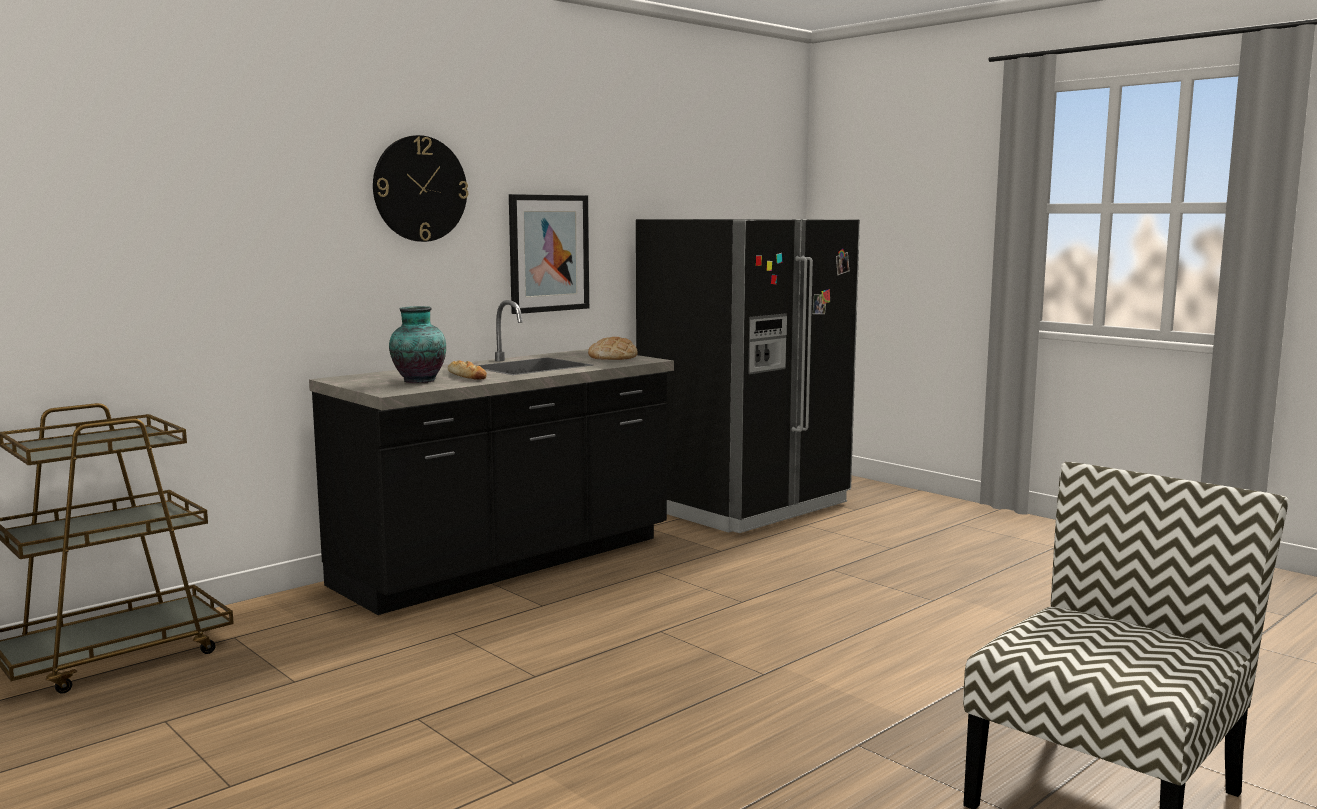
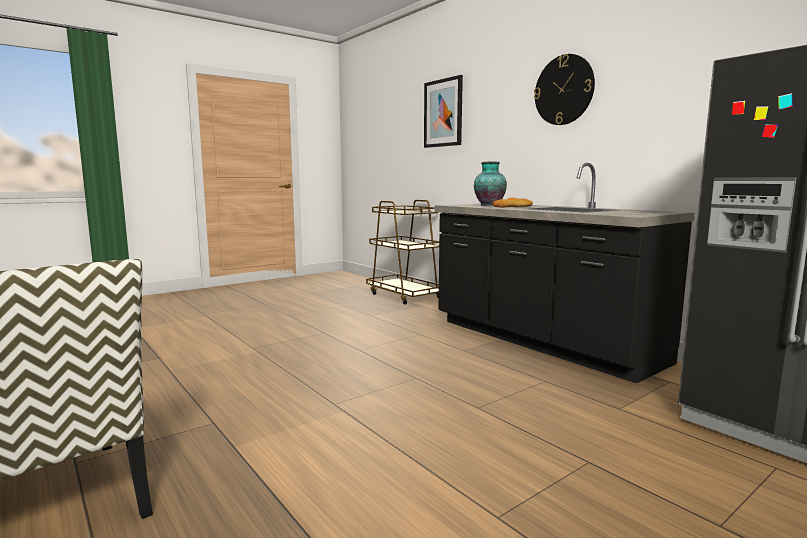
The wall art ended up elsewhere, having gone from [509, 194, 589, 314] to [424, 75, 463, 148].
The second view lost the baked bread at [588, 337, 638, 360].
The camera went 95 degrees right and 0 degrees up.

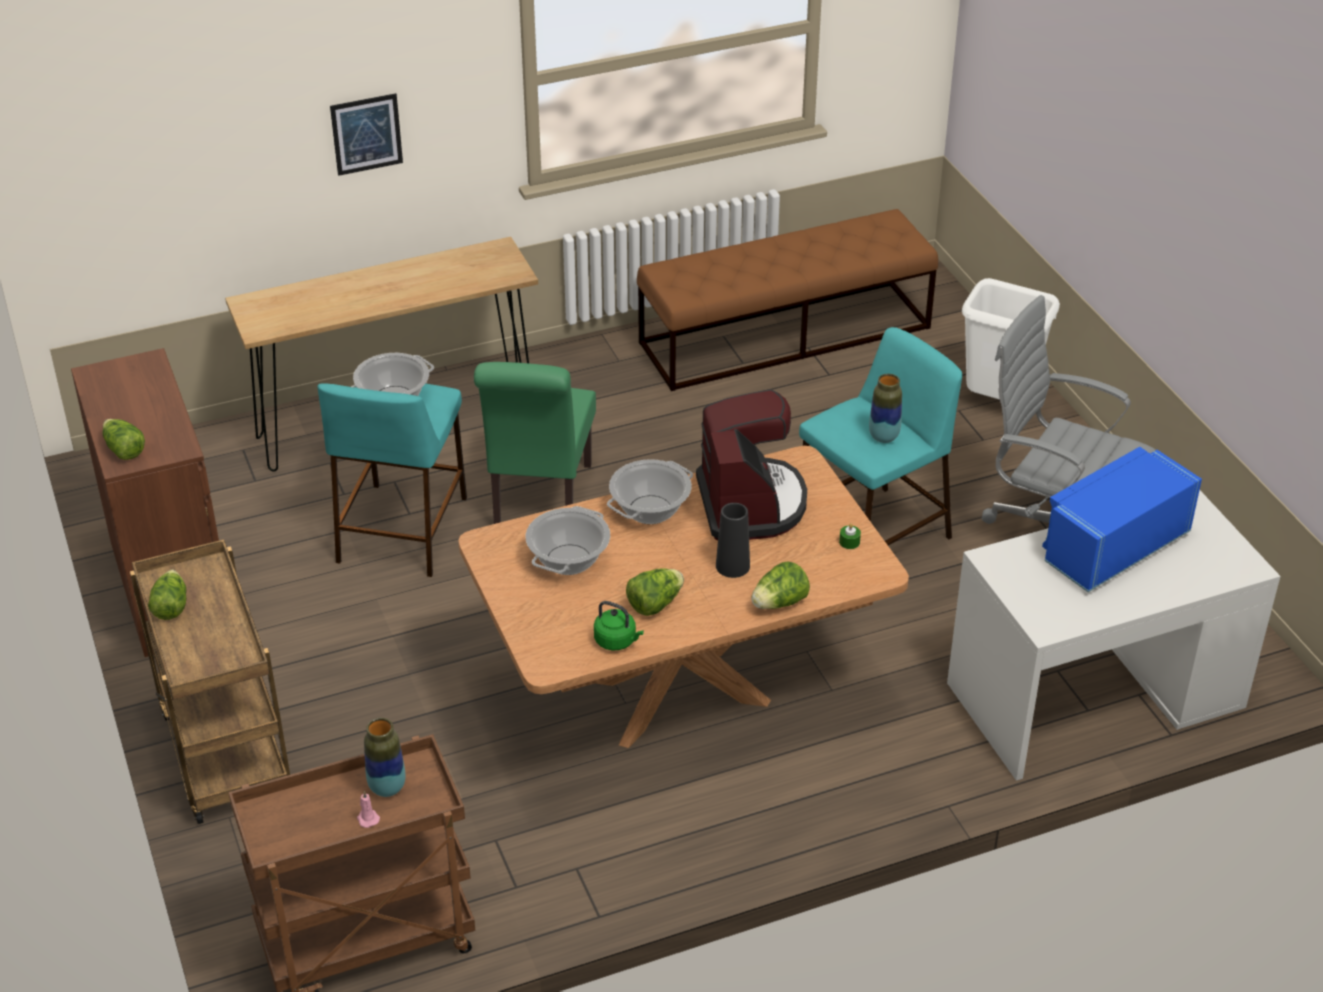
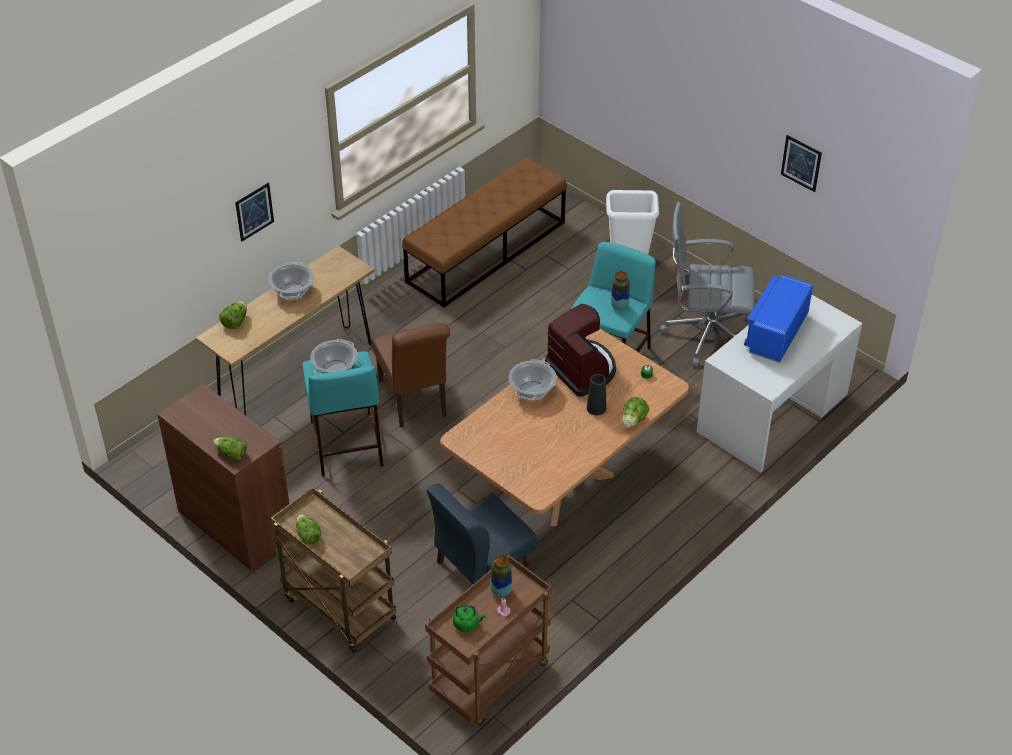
What was the green plain chair at [474, 362, 596, 524] turned into the brownish plain chair at [372, 323, 450, 427].
The saucepot ended up elsewhere, having gone from [526, 506, 610, 575] to [268, 262, 314, 299].
The green kettle ended up elsewhere, having gone from [594, 601, 644, 650] to [453, 605, 486, 632].
The lettuce ended up elsewhere, having gone from [626, 568, 684, 616] to [219, 301, 247, 329].
The second view gained the blue plain chair at [427, 483, 537, 584].
The second view gained the wall art at [781, 135, 822, 192].
The camera went 25 degrees left and 5 degrees up.

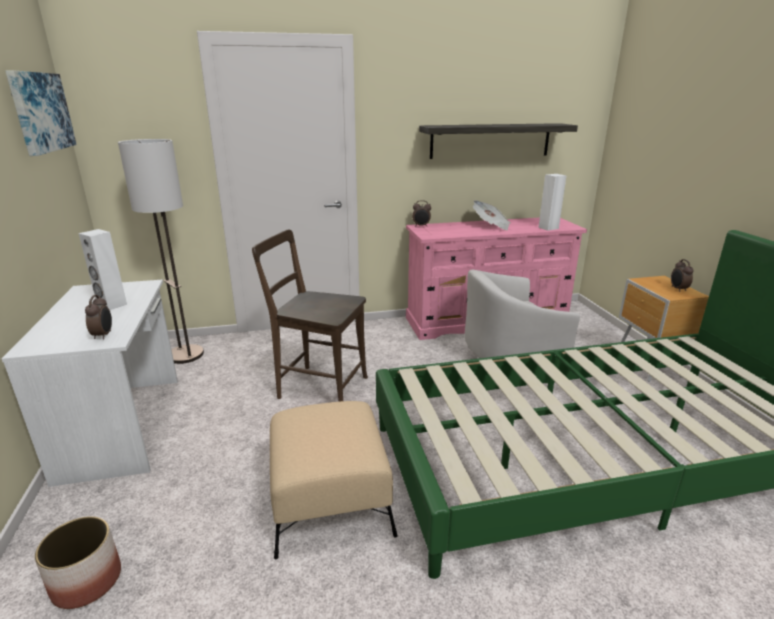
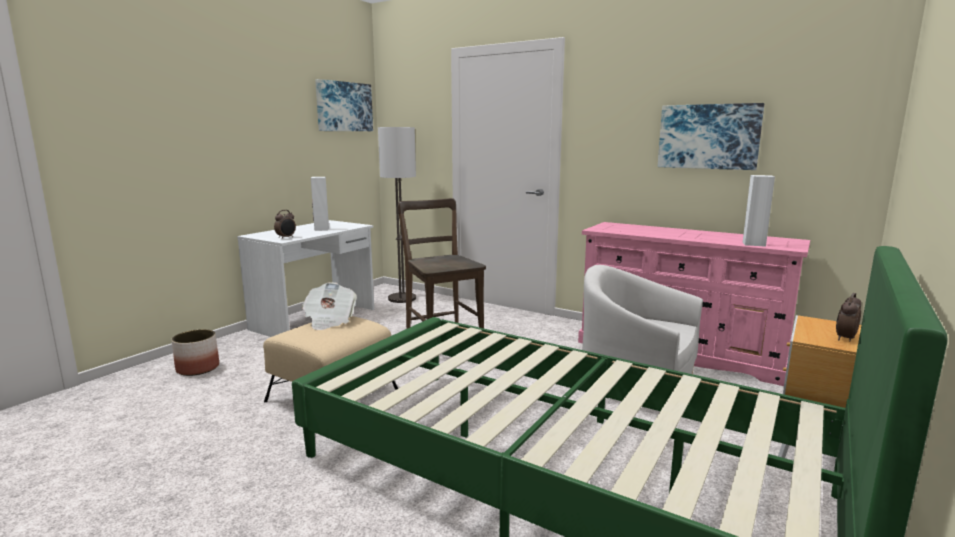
The second view lost the alarm clock at [412, 200, 431, 227].
Where the wall shelf hung at [419, 123, 578, 159], the wall art came to hang at [658, 103, 764, 170].
The printed paper ended up elsewhere, having gone from [473, 200, 511, 230] to [302, 282, 357, 330].
The camera went 45 degrees right and 10 degrees down.

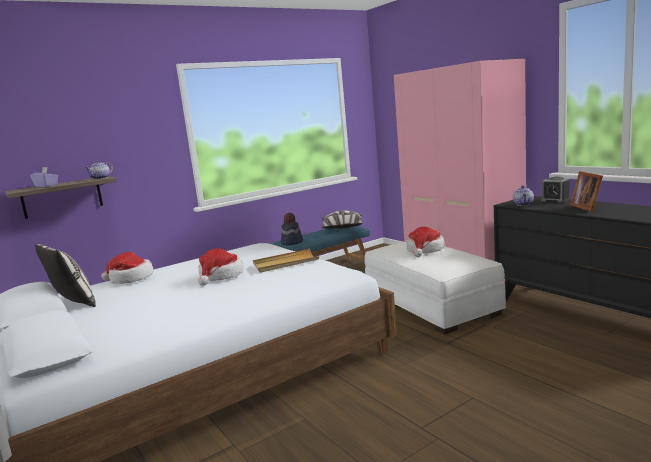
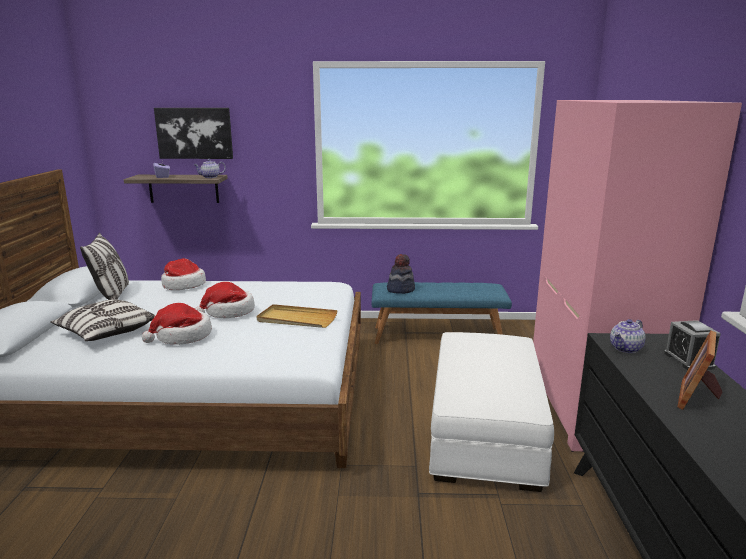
The pillow ended up elsewhere, having gone from [321, 211, 363, 229] to [50, 299, 156, 341].
The wearable hat ended up elsewhere, having gone from [407, 227, 445, 257] to [142, 303, 212, 345].
The second view gained the wall art at [154, 108, 233, 159].
The camera went 35 degrees right and 5 degrees up.

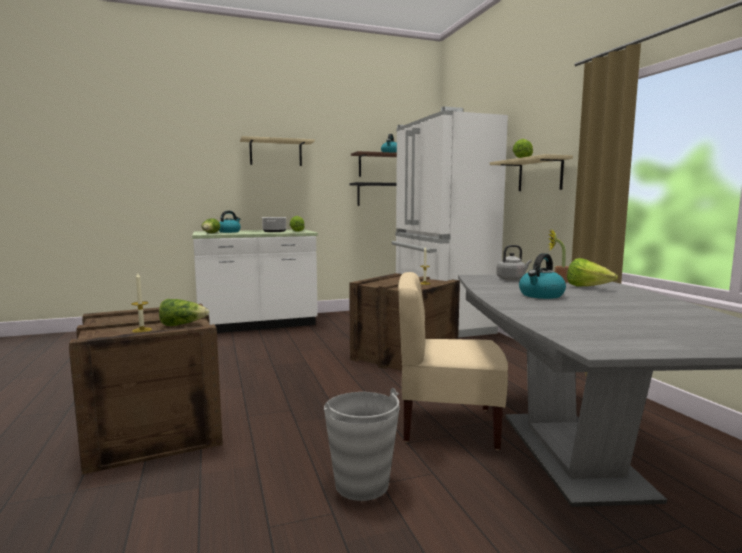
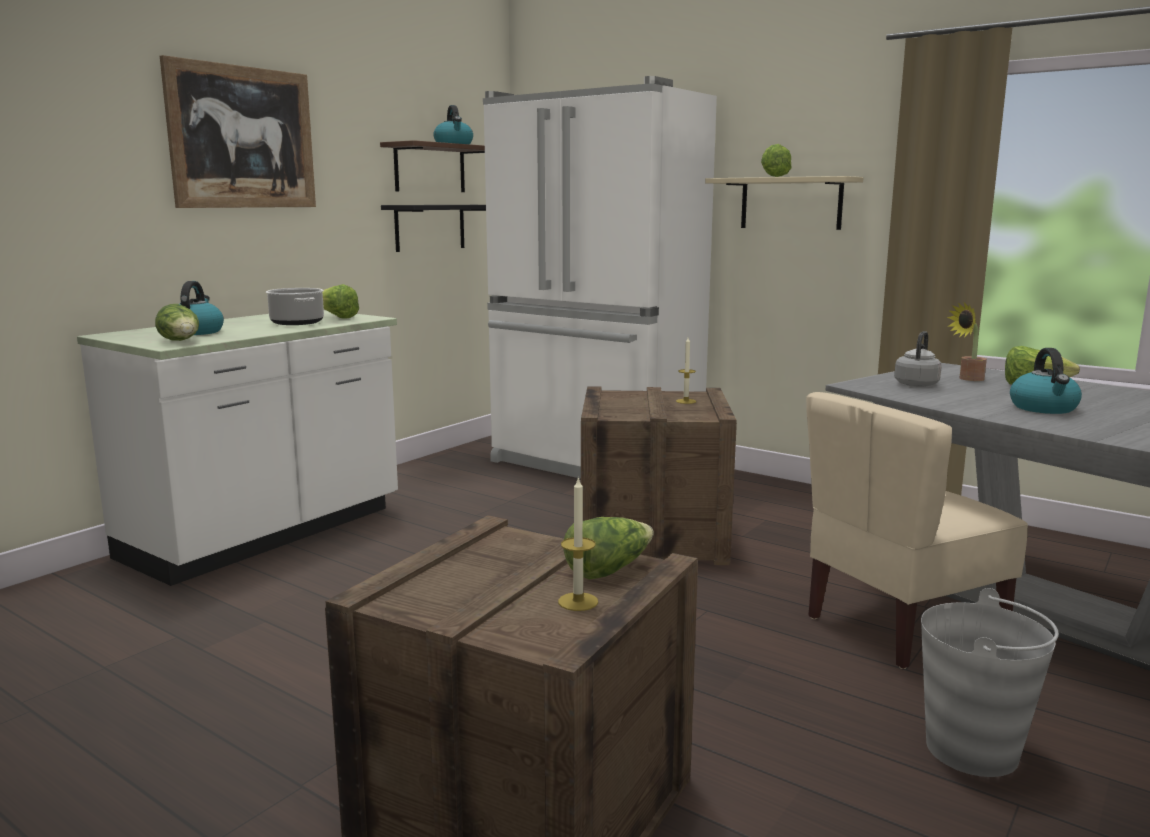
Where the sand-coloured wall shelf hung at [240, 136, 315, 166], the wall art came to hang at [160, 55, 316, 208].
The camera went 35 degrees left and 5 degrees up.

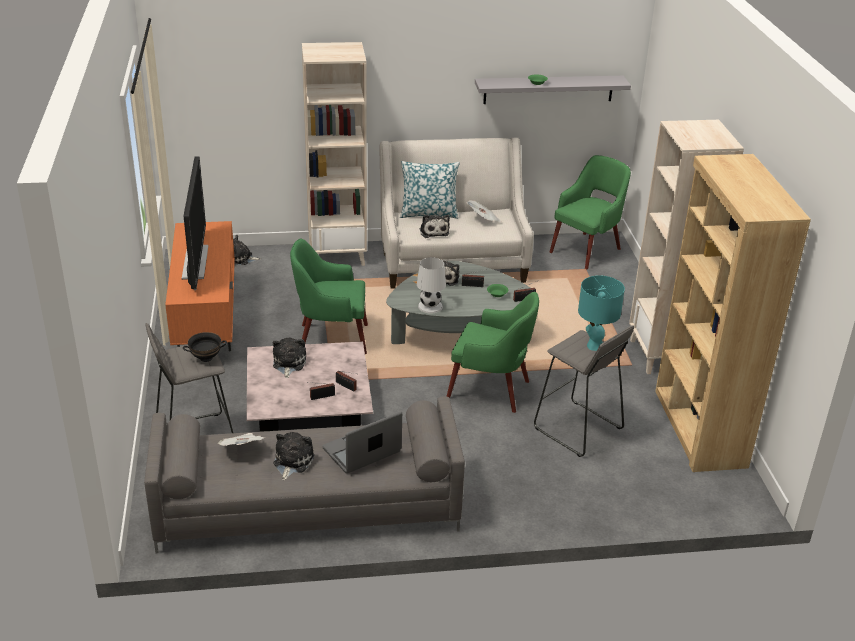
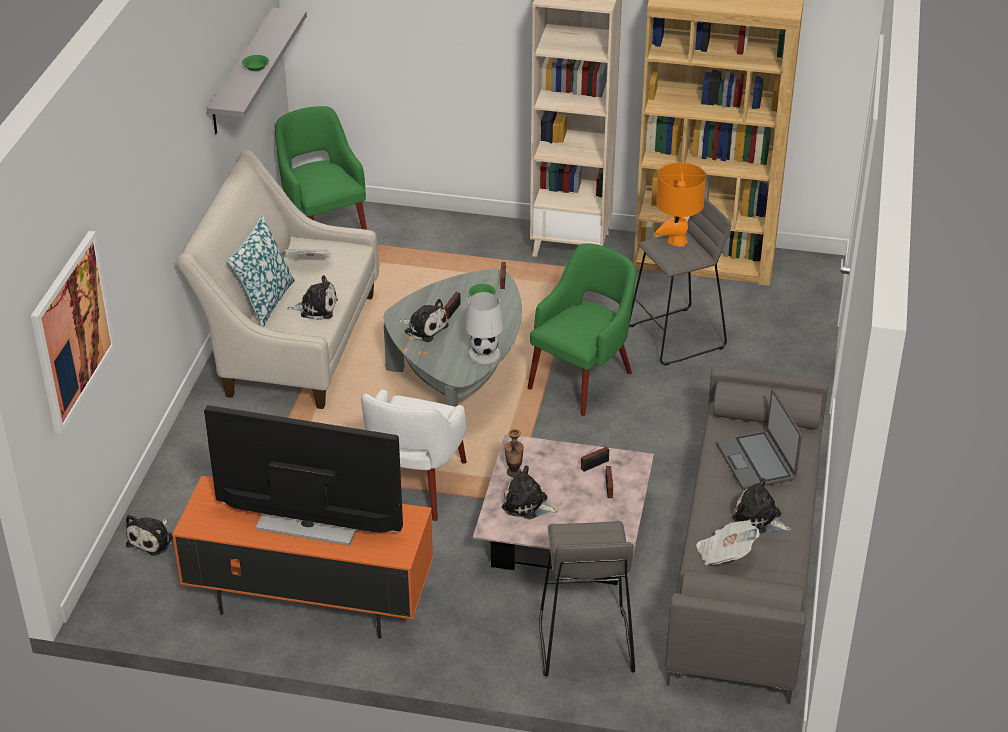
The second view lost the black-coloured bowl at [183, 332, 227, 362].
What was the green easy chair at [290, 239, 368, 354] turned into the white-coloured easy chair at [361, 389, 467, 521].
The second view lost the sand-coloured bookcase at [302, 42, 367, 266].
What was the turquoise-coloured table lamp at [578, 275, 625, 351] turned into the orange-coloured table lamp at [656, 162, 706, 247].
The second view gained the wall art at [31, 231, 115, 434].
The second view gained the vase at [505, 429, 524, 477].
The camera went 70 degrees left and 5 degrees up.

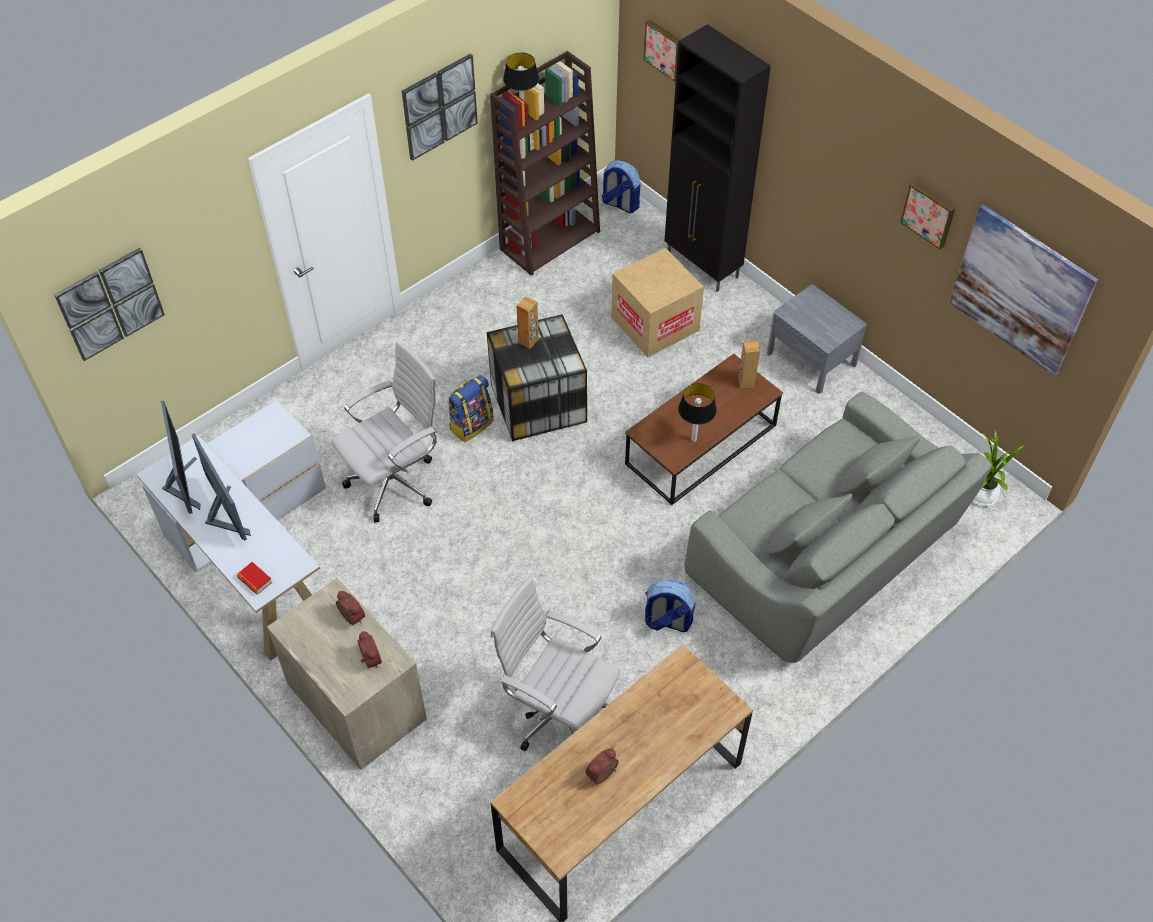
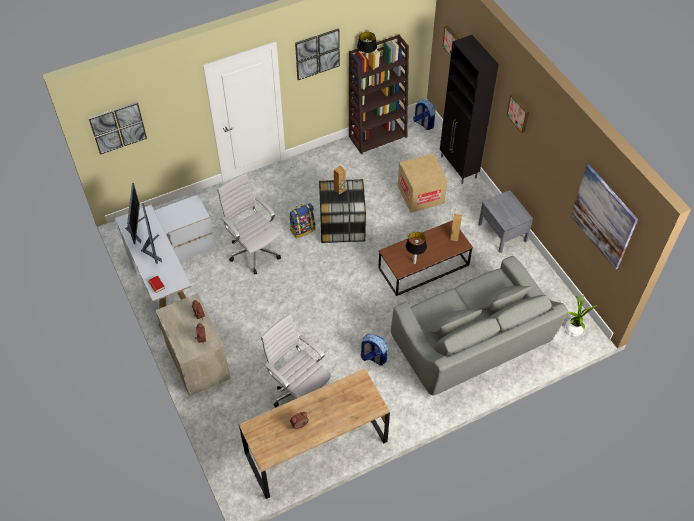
The white-coloured desk chair at [332, 340, 437, 522] ended up facing another way, 105 degrees counterclockwise from before.
The wall art ended up elsewhere, having gone from [900, 181, 955, 250] to [506, 94, 529, 133].
The camera went 15 degrees right and 0 degrees up.

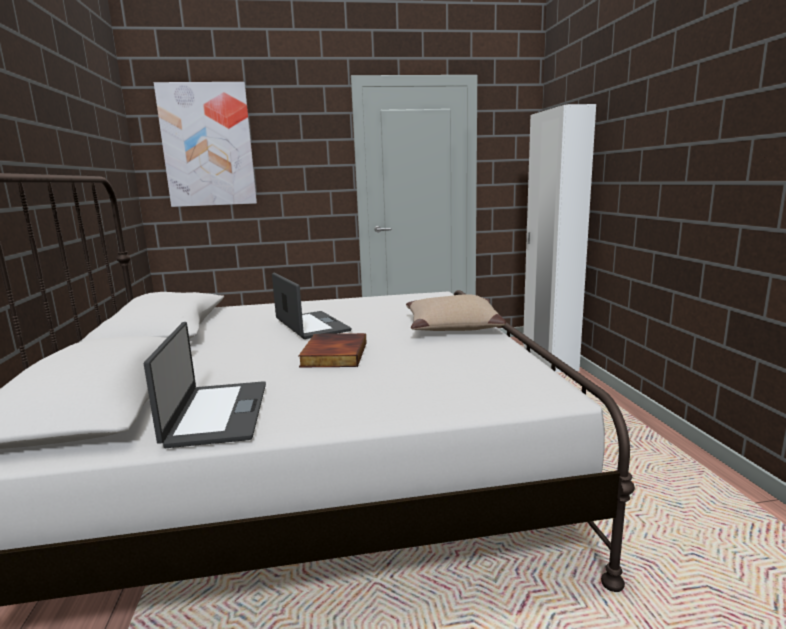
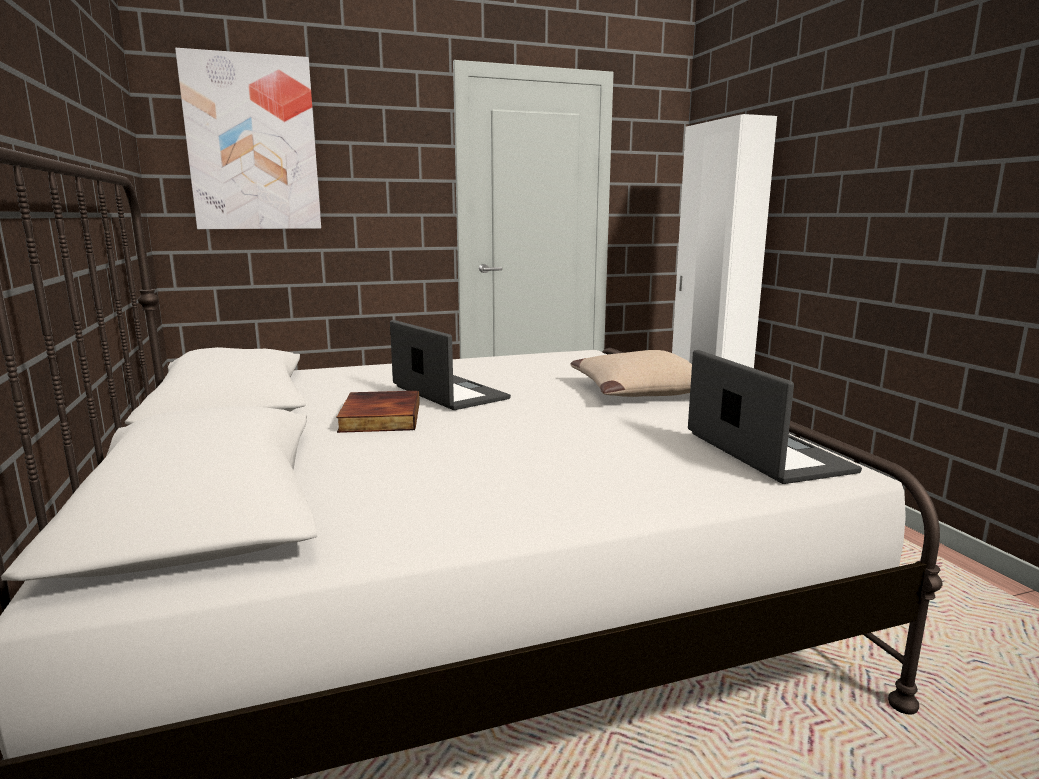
The portable computer ended up elsewhere, having gone from [144, 322, 266, 448] to [688, 350, 862, 484].
The volume ended up elsewhere, having gone from [298, 333, 367, 367] to [336, 391, 420, 433].
The camera went 10 degrees left and 0 degrees up.

